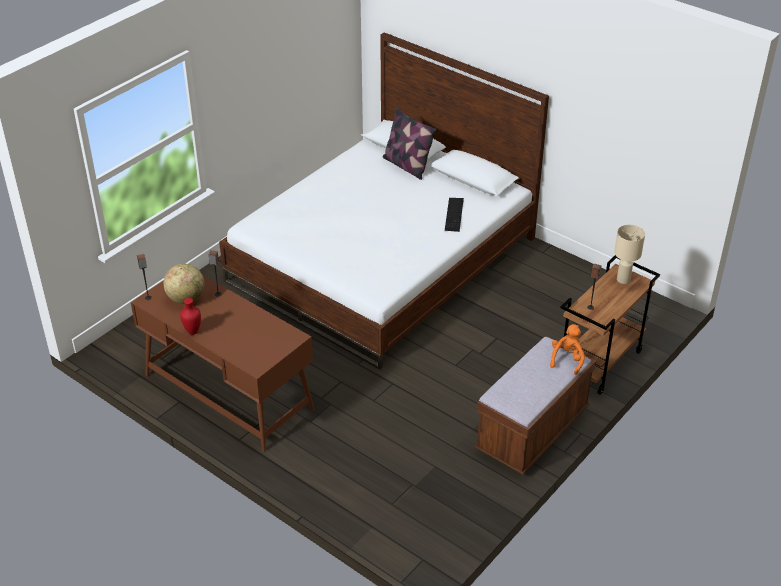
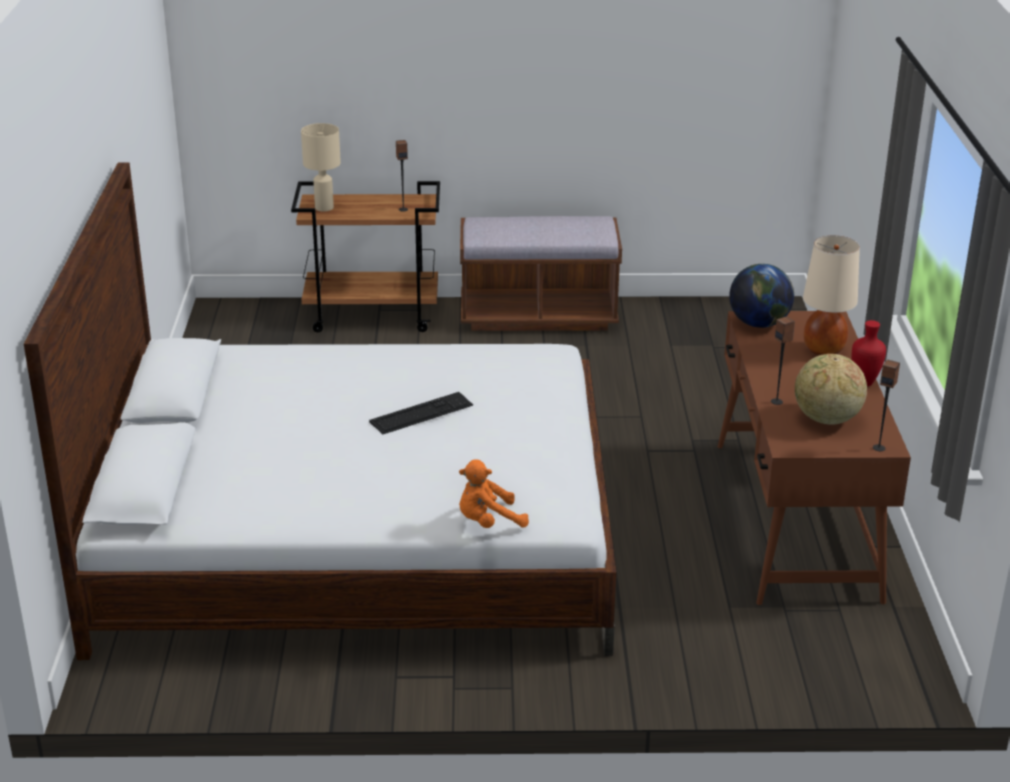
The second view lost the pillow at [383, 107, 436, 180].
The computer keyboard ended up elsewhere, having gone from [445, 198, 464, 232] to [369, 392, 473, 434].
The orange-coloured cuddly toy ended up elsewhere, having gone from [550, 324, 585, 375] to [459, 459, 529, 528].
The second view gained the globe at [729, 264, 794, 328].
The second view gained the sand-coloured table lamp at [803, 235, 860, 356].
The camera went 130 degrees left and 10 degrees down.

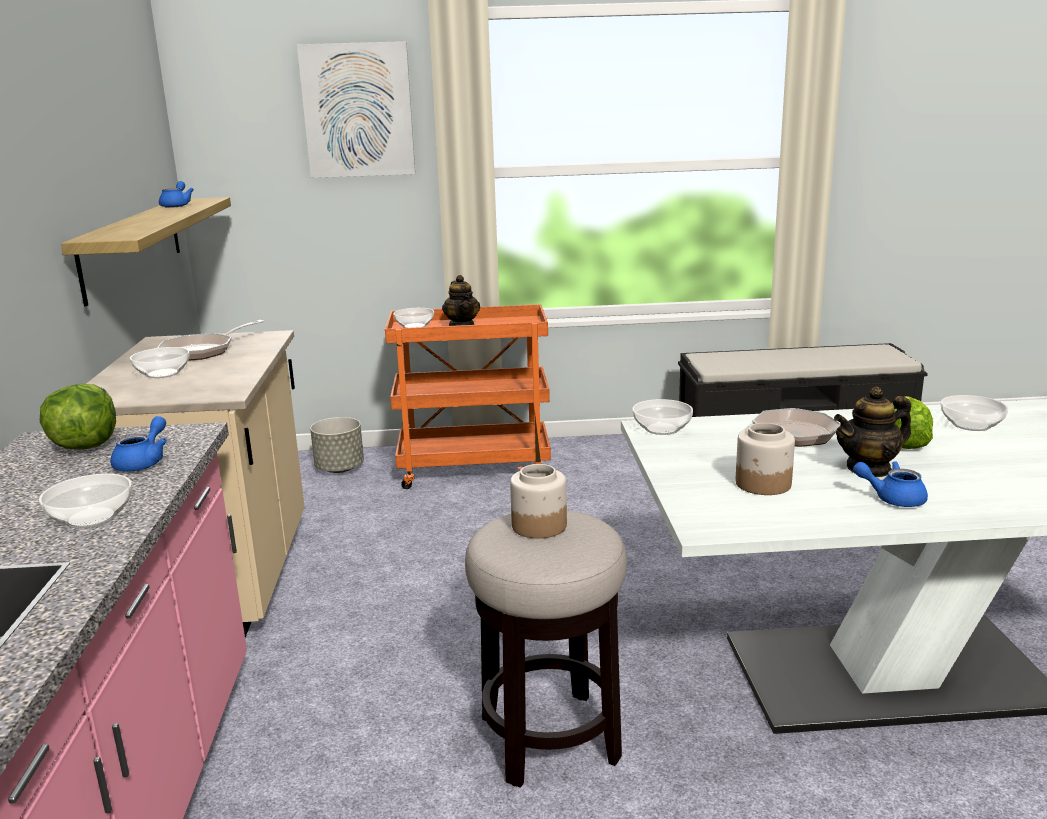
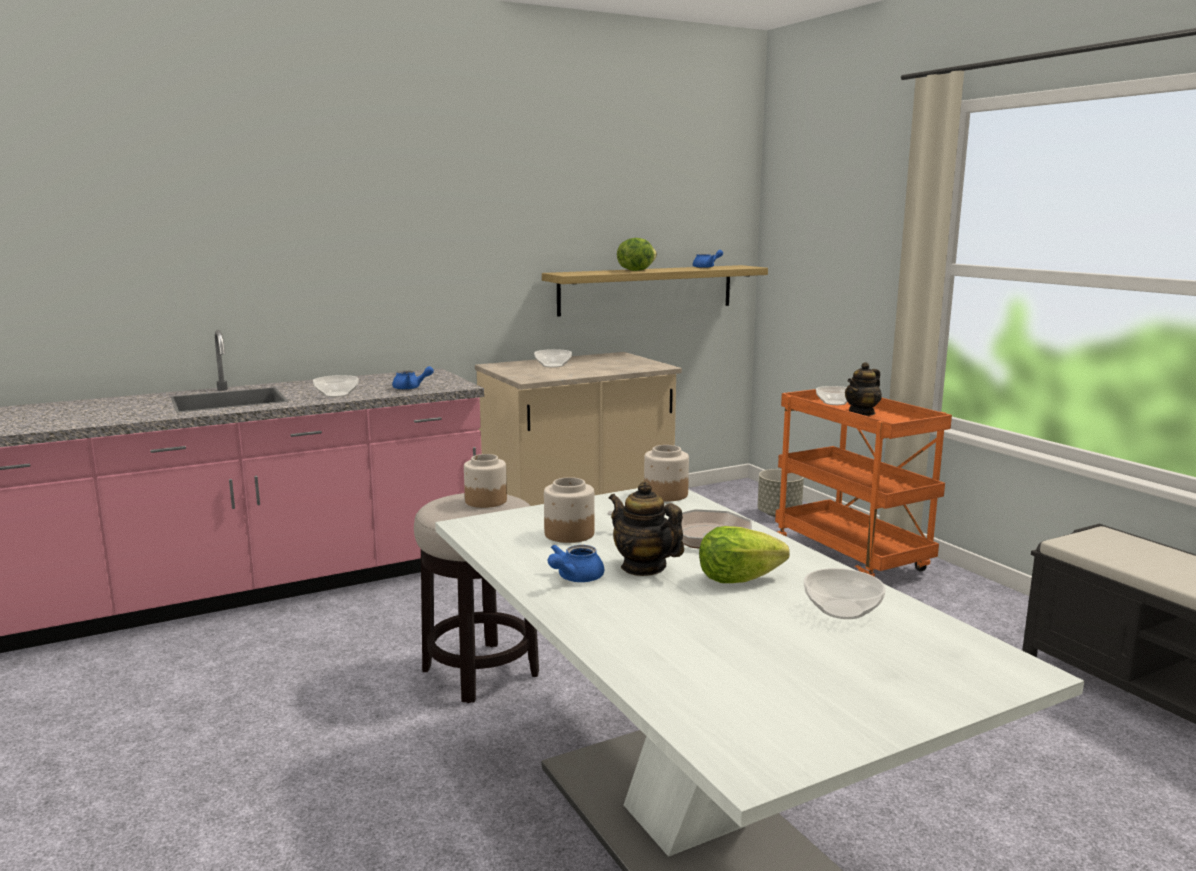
The lettuce ended up elsewhere, having gone from [40, 384, 116, 450] to [617, 238, 657, 271].
The second view lost the frying pan at [157, 320, 264, 361].
The second view lost the wall art at [297, 41, 415, 178].
Where the bowl stood at [632, 399, 693, 435], the jar came to stand at [644, 445, 689, 501].
The blue pot for tea at [853, 461, 928, 507] ended up facing another way, 135 degrees counterclockwise from before.
The camera went 65 degrees right and 5 degrees down.

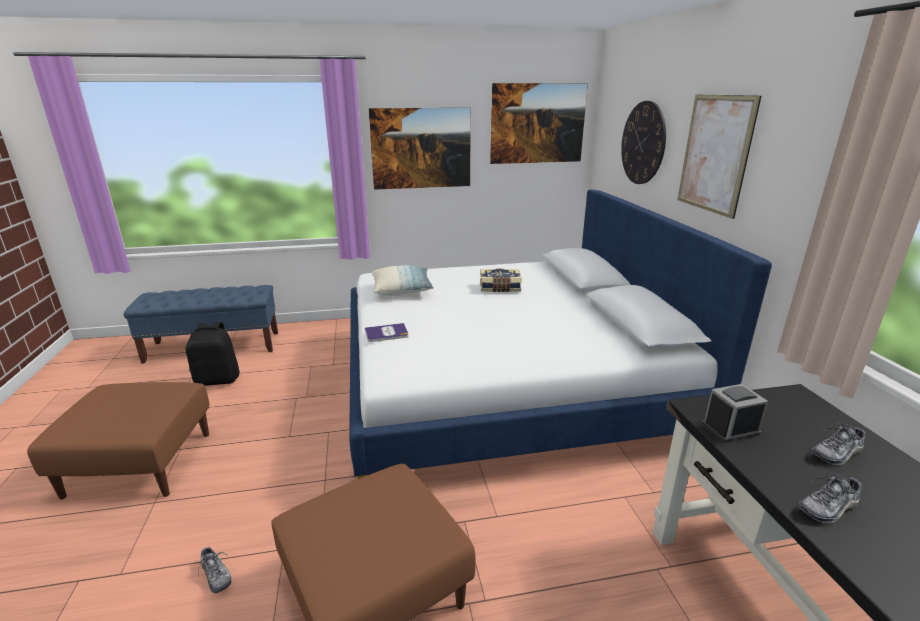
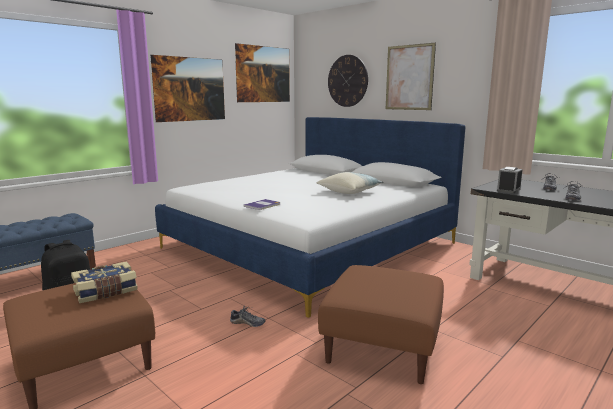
The shoe ended up elsewhere, having gone from [198, 547, 232, 593] to [230, 306, 265, 327].
The pillow ended up elsewhere, having gone from [372, 265, 434, 296] to [317, 172, 384, 194].
The volume ended up elsewhere, having gone from [480, 268, 522, 292] to [71, 261, 138, 303].
The camera went 35 degrees left and 10 degrees down.

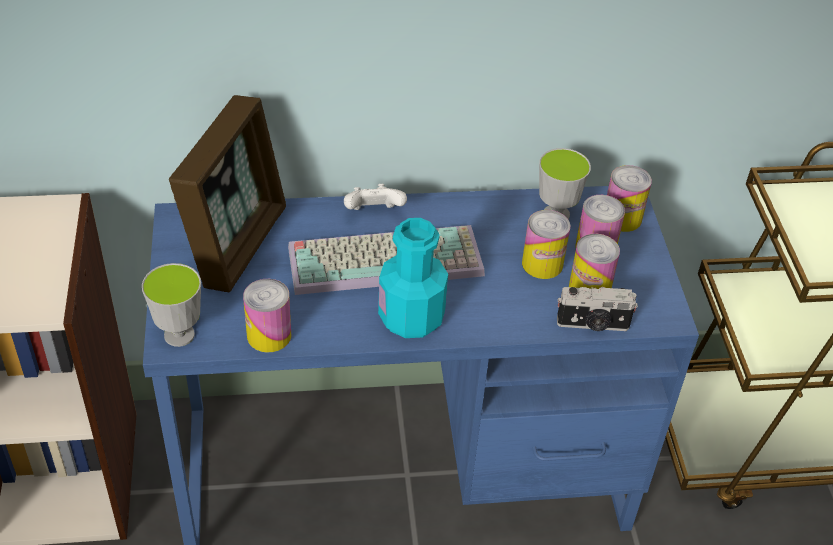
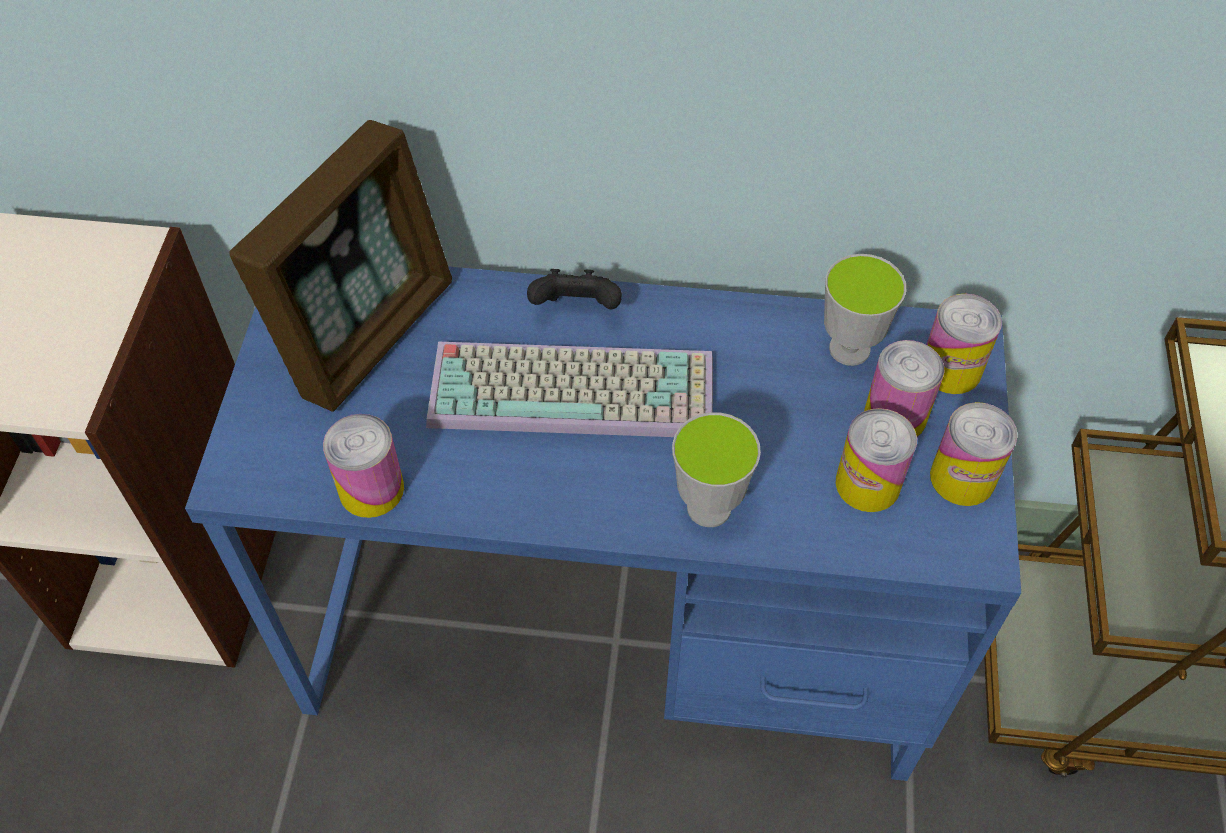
The small cup ended up elsewhere, having gone from [142, 263, 201, 347] to [672, 412, 761, 527].
What was the white-coloured gamepad at [344, 184, 407, 210] turned into the black-coloured gamepad at [527, 269, 622, 309].
The second view lost the turquoise-coloured bottle at [378, 218, 448, 338].
The metal can ended up elsewhere, having gone from [522, 210, 570, 279] to [930, 402, 1018, 506].
The second view lost the still camera at [557, 287, 638, 331].
The camera went 15 degrees right and 10 degrees up.

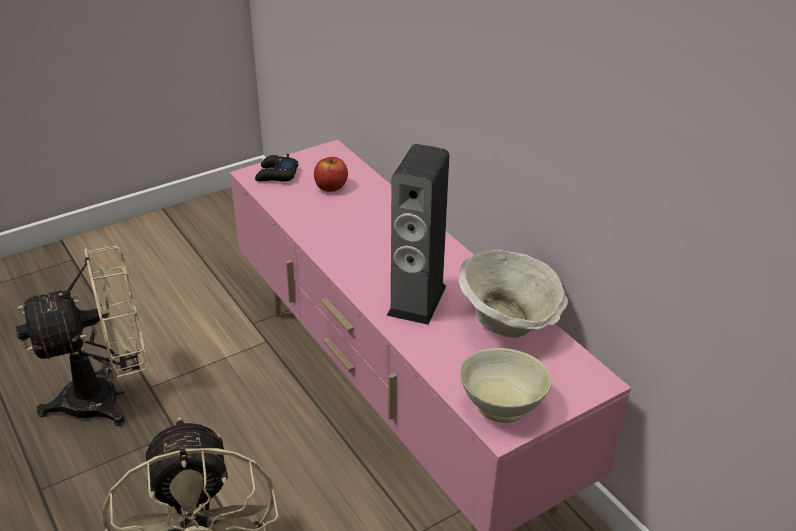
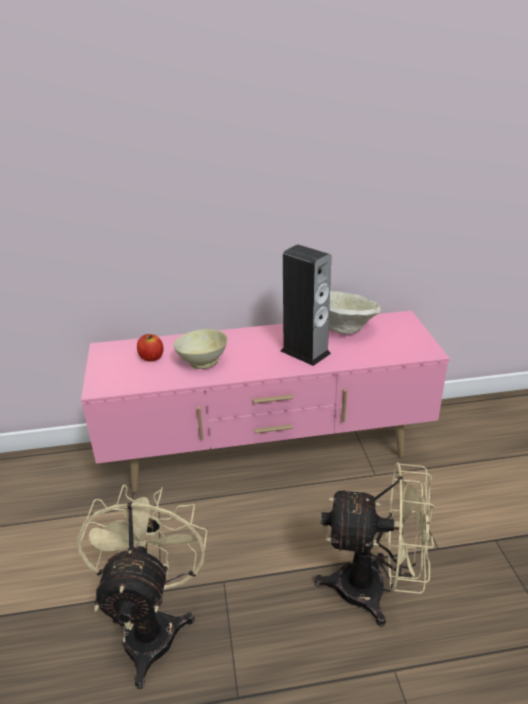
The second view lost the black-coloured gamepad at [255, 154, 299, 182].
The sand-coloured bowl ended up elsewhere, having gone from [460, 348, 552, 423] to [173, 329, 228, 369].
The camera went 65 degrees left and 5 degrees down.

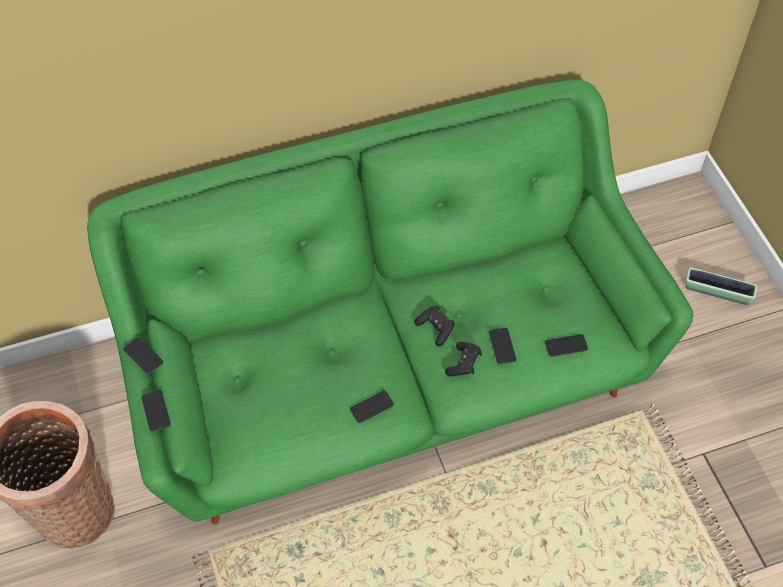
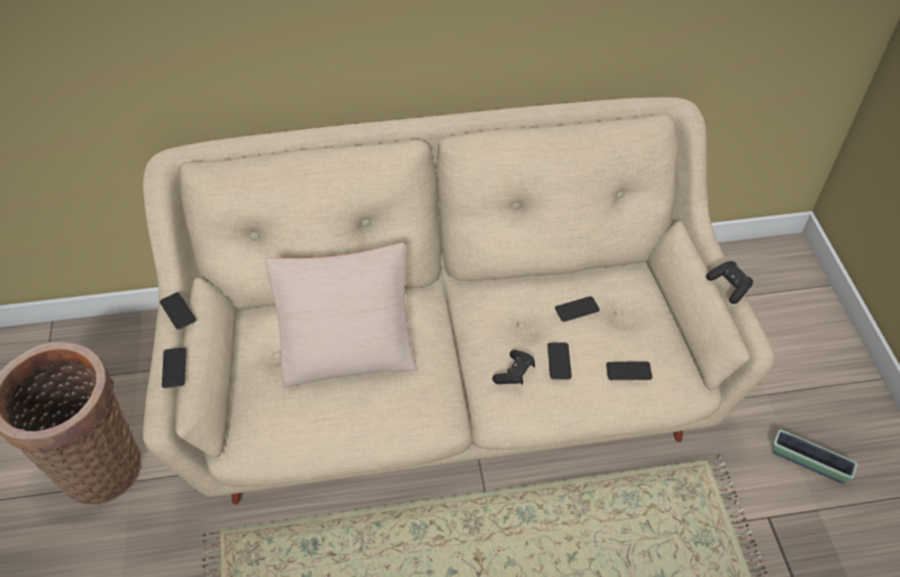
What was the green sofa at [87, 80, 693, 524] turned into the sand-coloured sofa at [143, 97, 775, 505].
The handset ended up elsewhere, having gone from [350, 391, 394, 423] to [555, 296, 600, 322].
The black-coloured gamepad ended up elsewhere, having gone from [414, 306, 455, 346] to [706, 261, 753, 304].
The planter ended up elsewhere, having gone from [686, 267, 757, 305] to [773, 429, 857, 484].
The second view gained the sand-coloured pillow at [265, 243, 417, 387].
The camera went 10 degrees right and 5 degrees down.

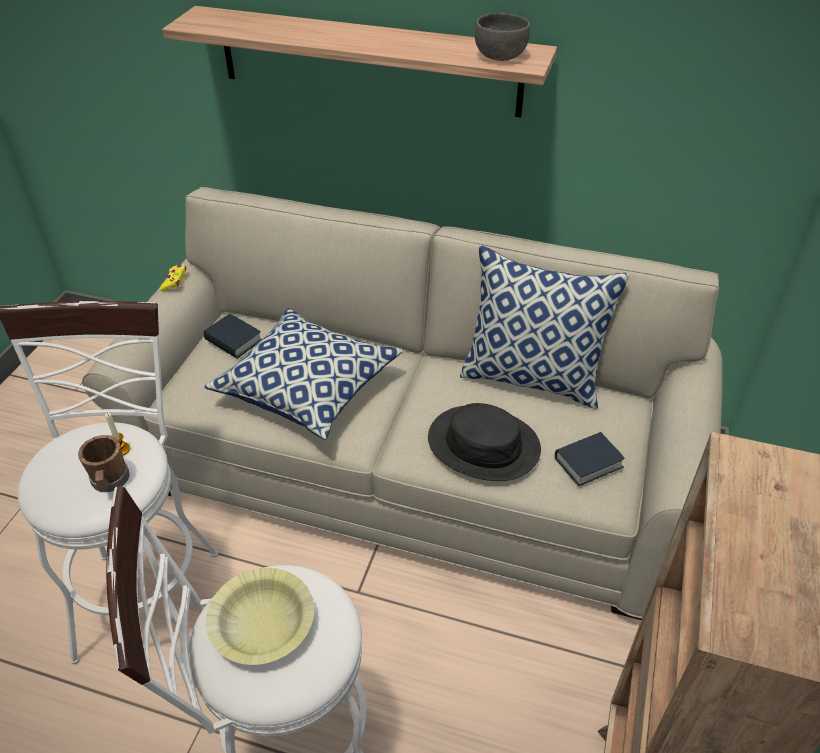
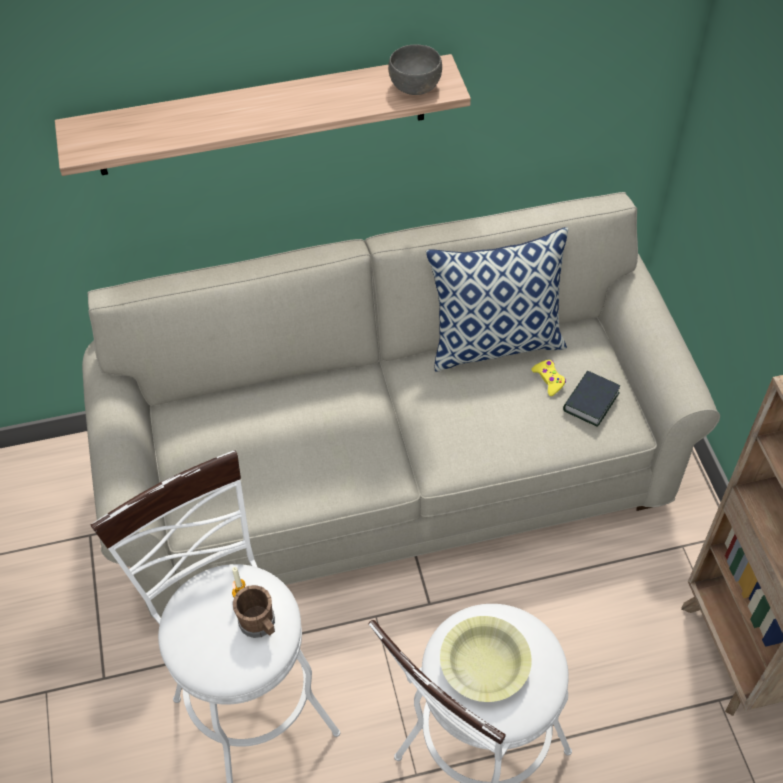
The yellowish gamepad ended up elsewhere, having gone from [160, 264, 186, 291] to [531, 360, 566, 396].
The second view lost the volume at [203, 314, 262, 358].
The second view lost the pillow at [204, 308, 403, 440].
The second view lost the black-coloured wearable hat at [428, 403, 541, 481].
The camera went 30 degrees left and 10 degrees up.

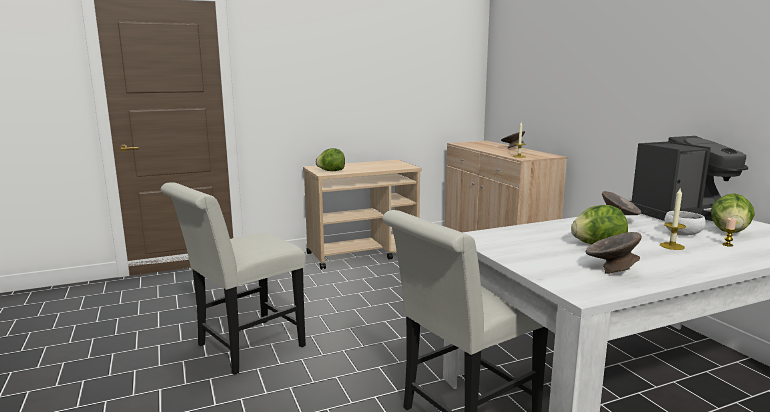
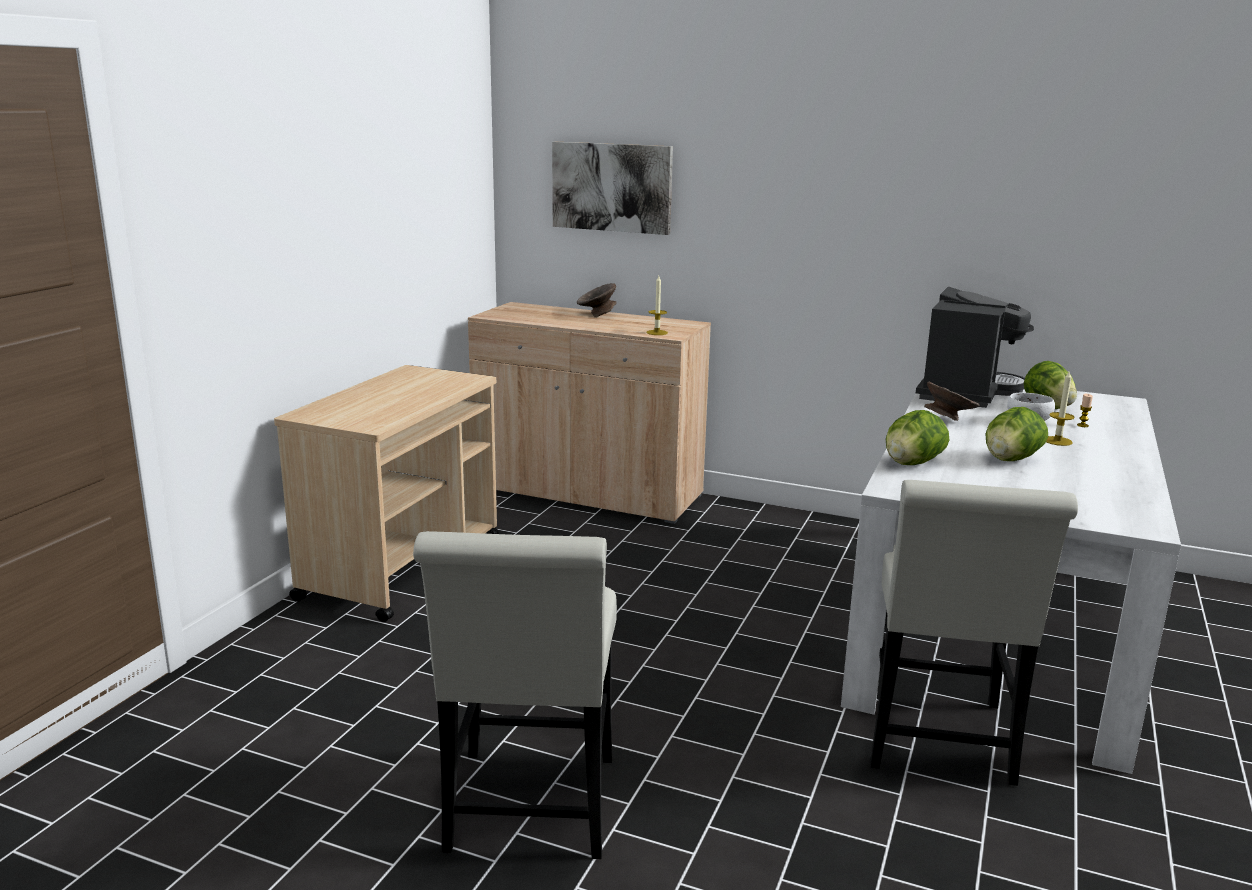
The lettuce ended up elsewhere, having gone from [316, 148, 345, 171] to [886, 410, 949, 465].
The second view lost the greyish bowl at [586, 232, 642, 274].
The second view gained the wall art at [552, 142, 673, 235].
The camera went 45 degrees left and 5 degrees up.

